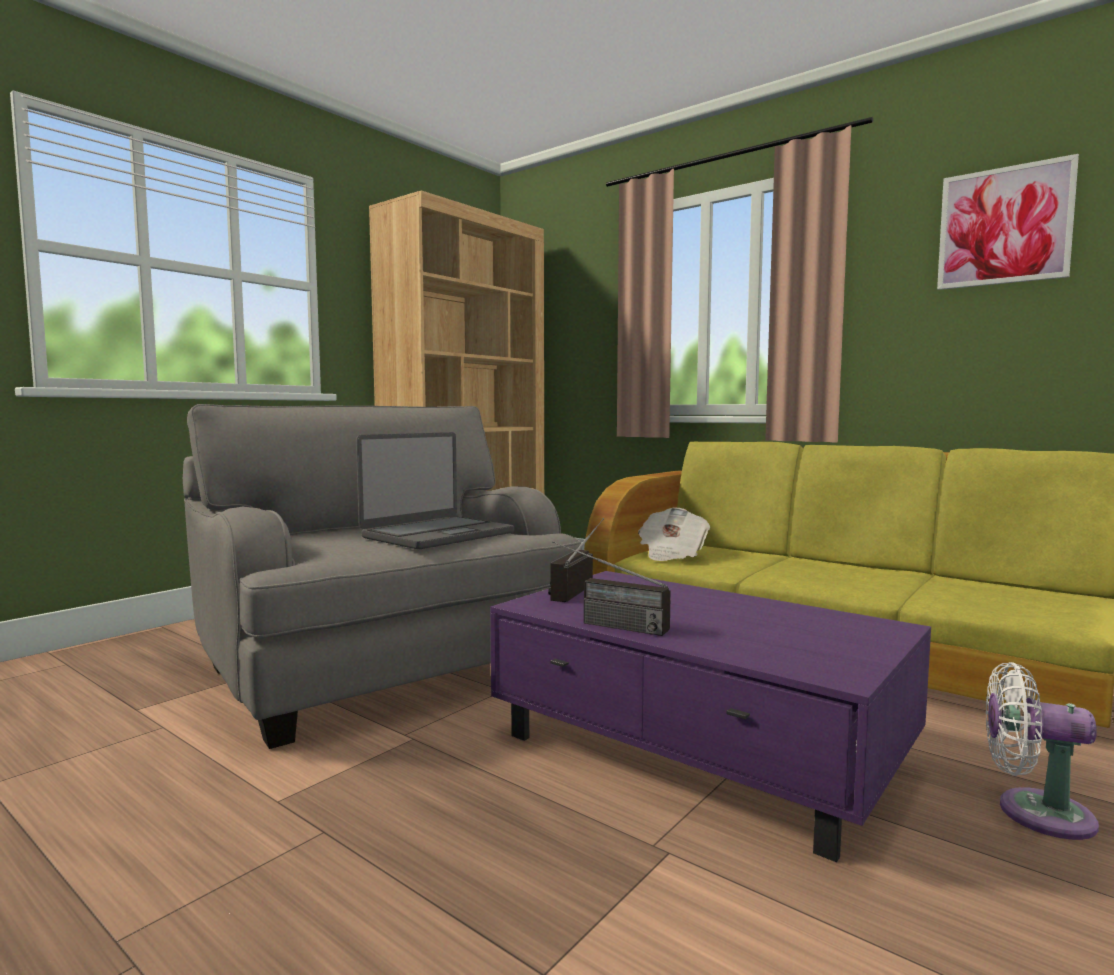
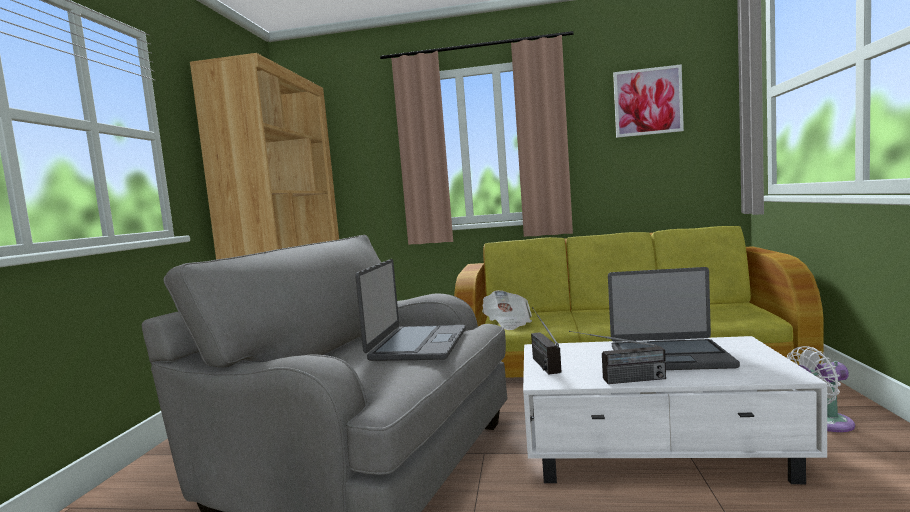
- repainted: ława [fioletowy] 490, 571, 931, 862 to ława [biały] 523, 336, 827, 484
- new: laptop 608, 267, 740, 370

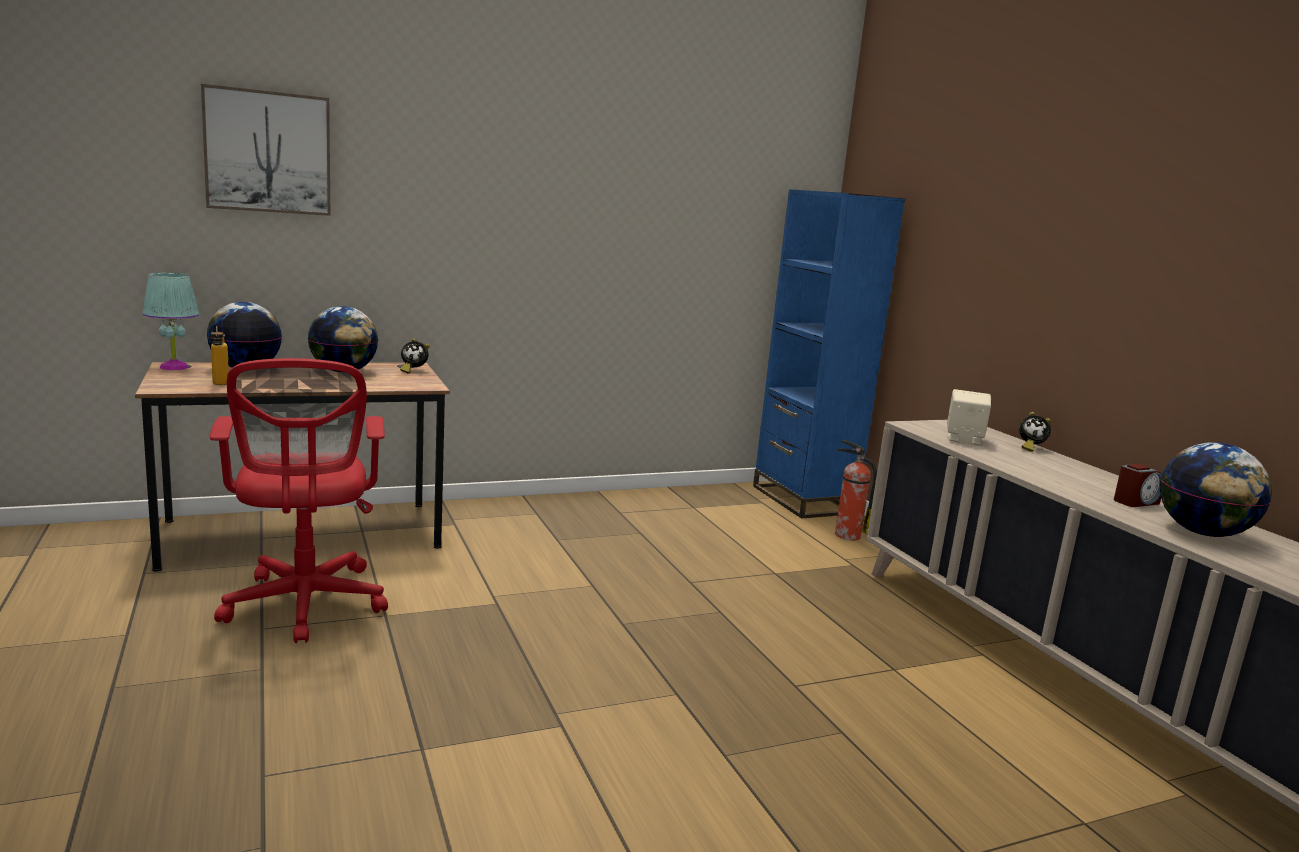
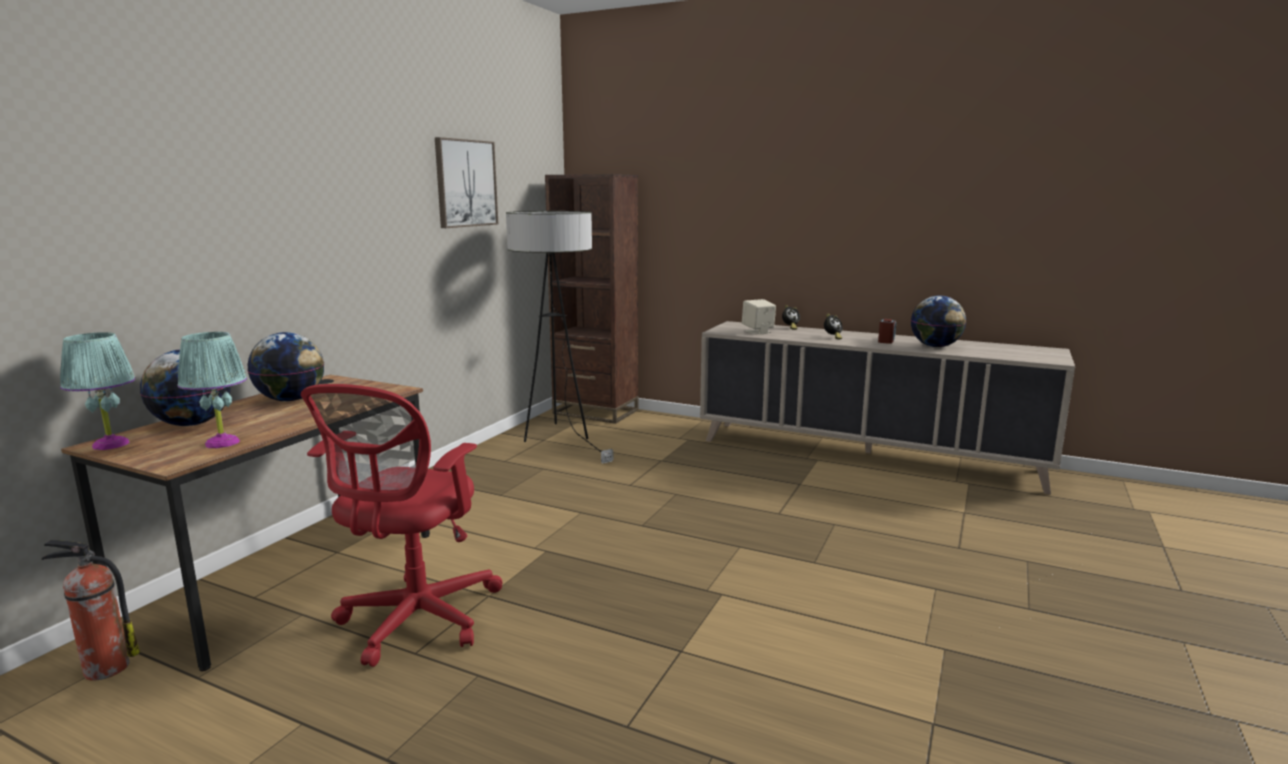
- shifted: obraz 201, 84, 330, 216 to 435, 137, 498, 228
- rotated: krzesło biurowe [czerwony] 210, 358, 388, 643 = 301, 384, 503, 667 75 degrees clockwise
- swapped: butelka 211, 326, 229, 385 to lampa stołowa [turkusowy] 178, 332, 247, 448
- shifted: budzik 400, 338, 430, 374 to 824, 313, 843, 340
- repainted: regał [niebieski] 753, 189, 905, 519 to regał [brązowy] 545, 174, 639, 424
- shifted: gaśnica 835, 440, 877, 540 to 41, 540, 140, 681
- new: lampa stojąca 506, 211, 613, 463

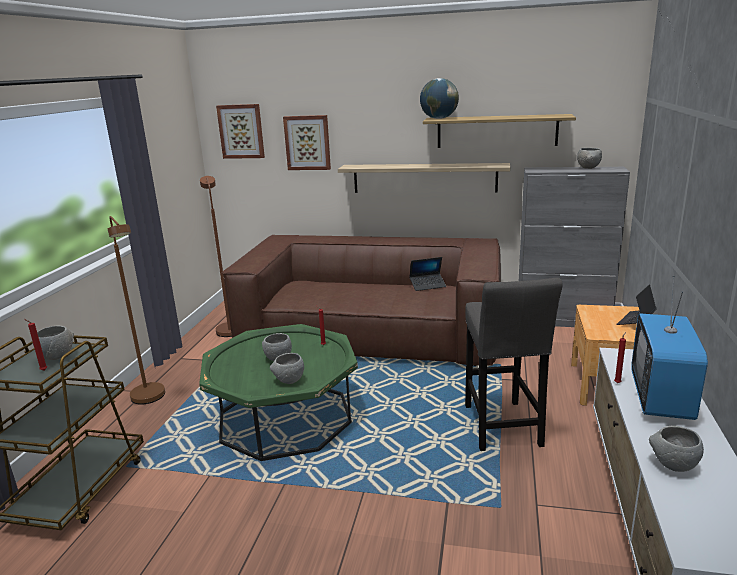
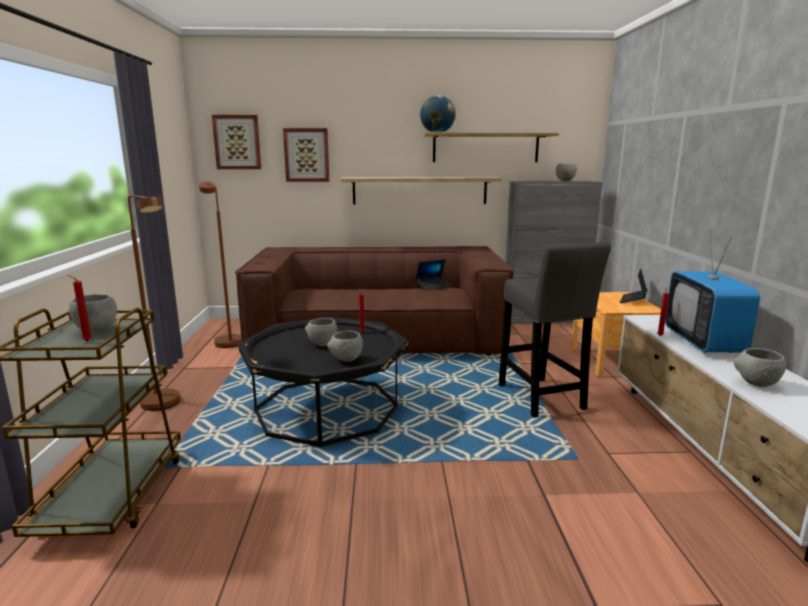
- repainted: ława [zielony] 199, 324, 358, 461 to ława [czarny] 238, 317, 408, 447

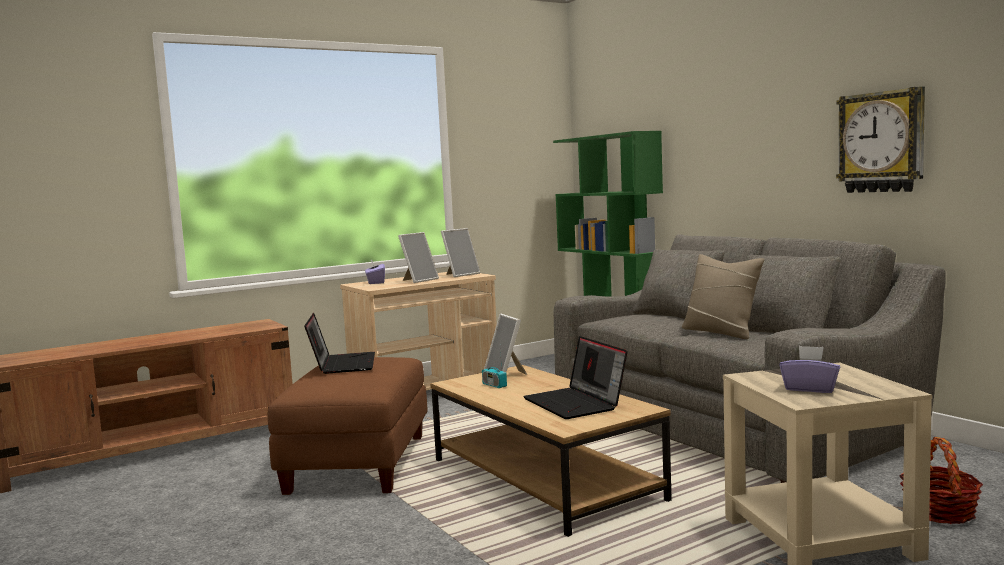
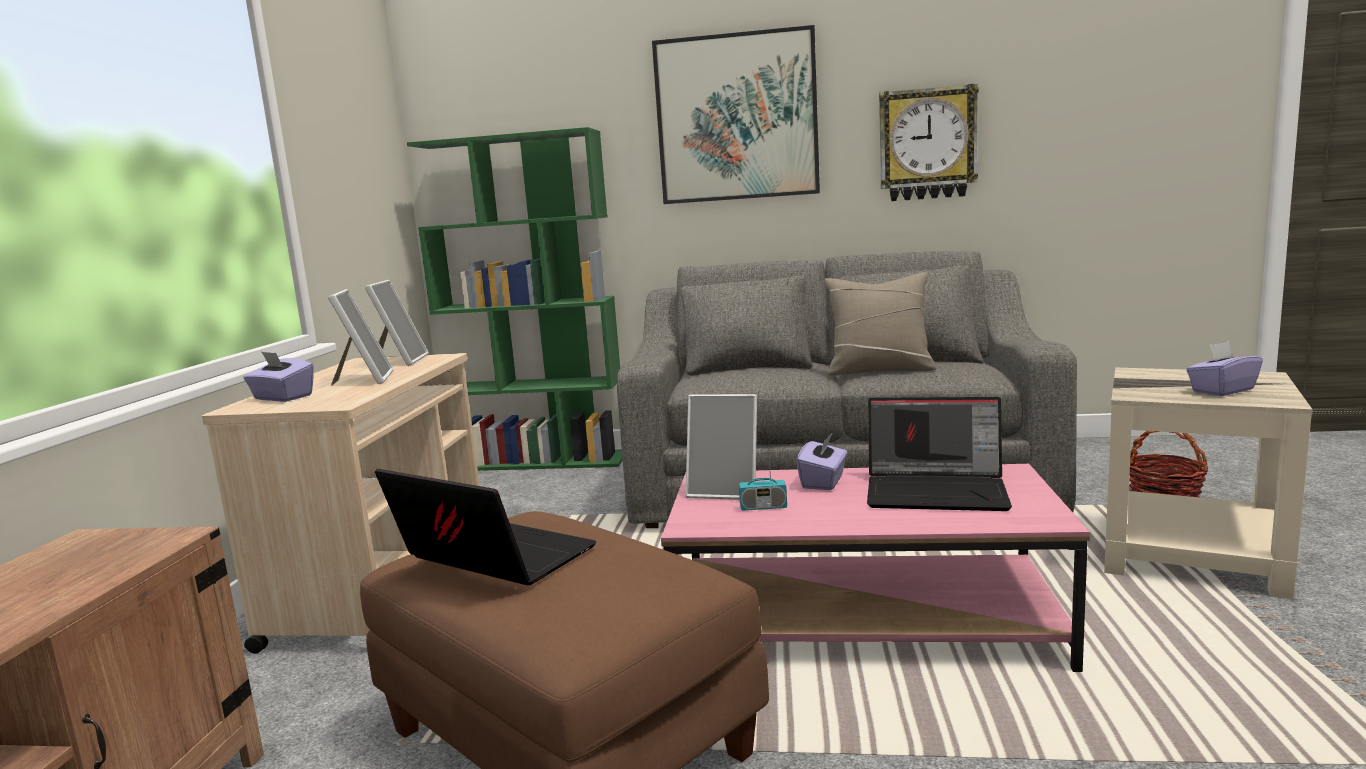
- repainted: ława [brązowy] 430, 365, 672, 537 to ława [różowy] 661, 464, 1090, 672
- new: obraz 652, 25, 820, 204
- new: pudełko chusteczek [fioletowy] 797, 434, 847, 490

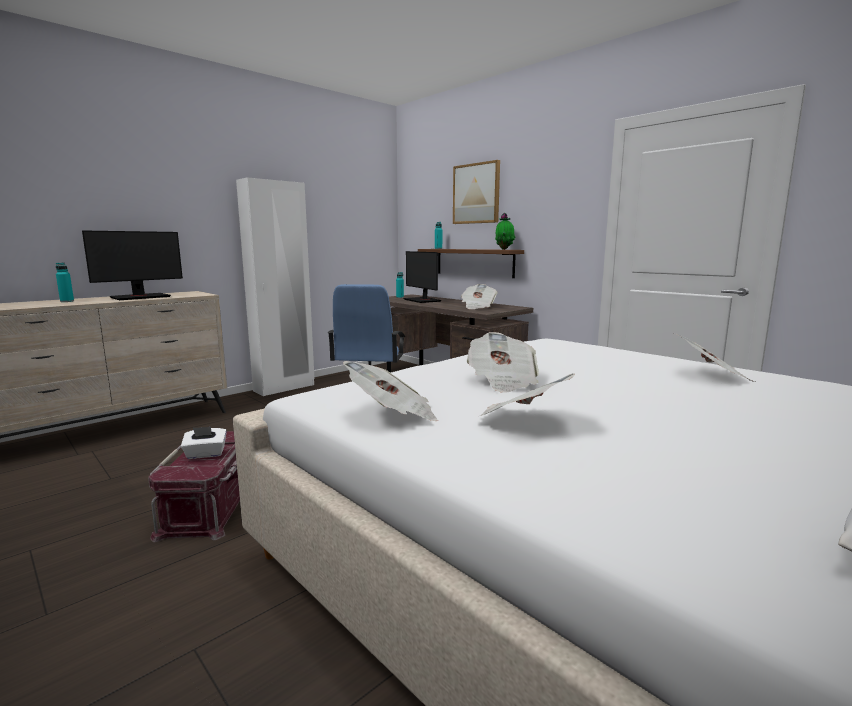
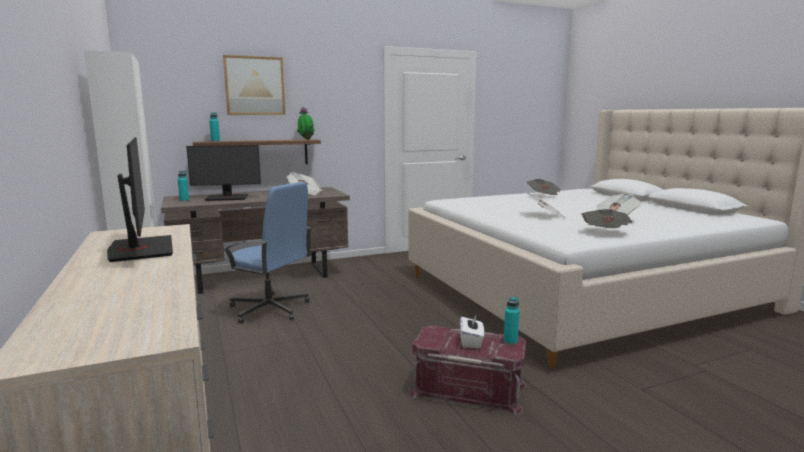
- shifted: butelka [turkusowy] 56, 263, 74, 302 to 504, 297, 519, 345

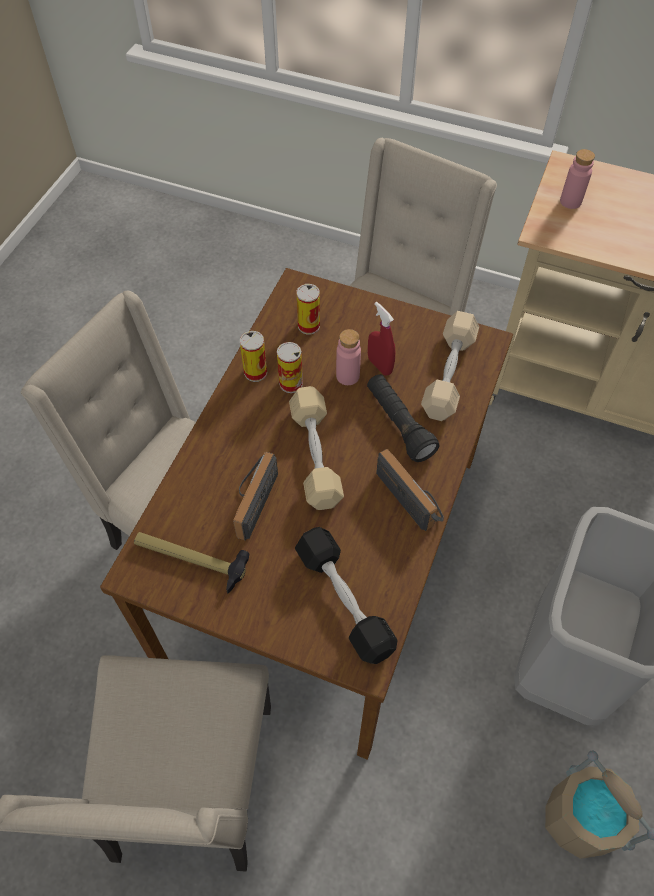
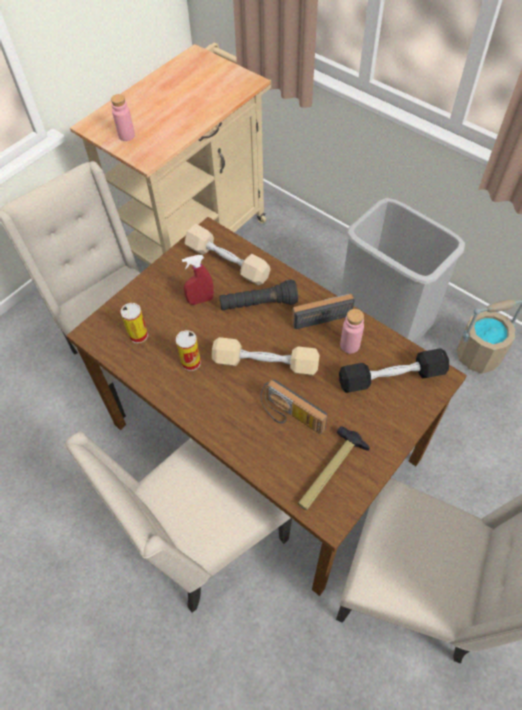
- gone: puszka 240, 331, 267, 382
- shifted: butelka [różowy] 336, 329, 361, 385 to 340, 309, 364, 354

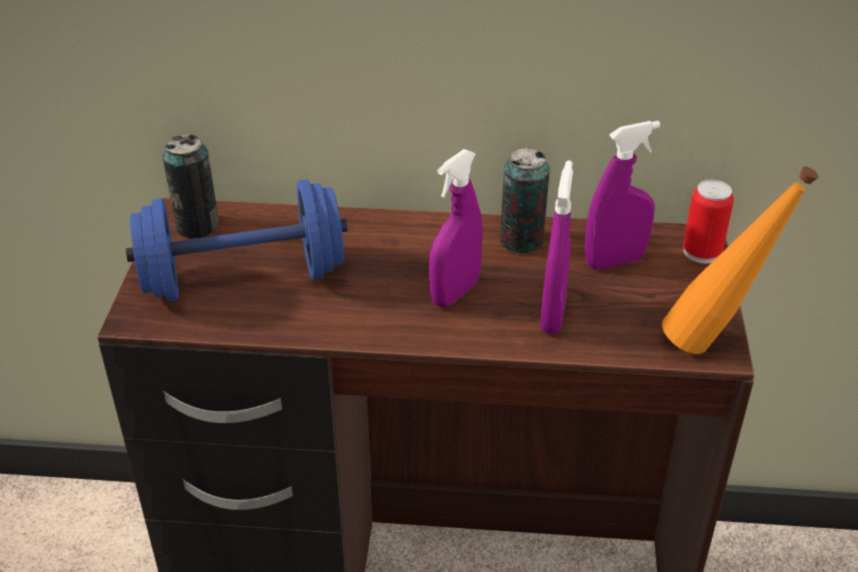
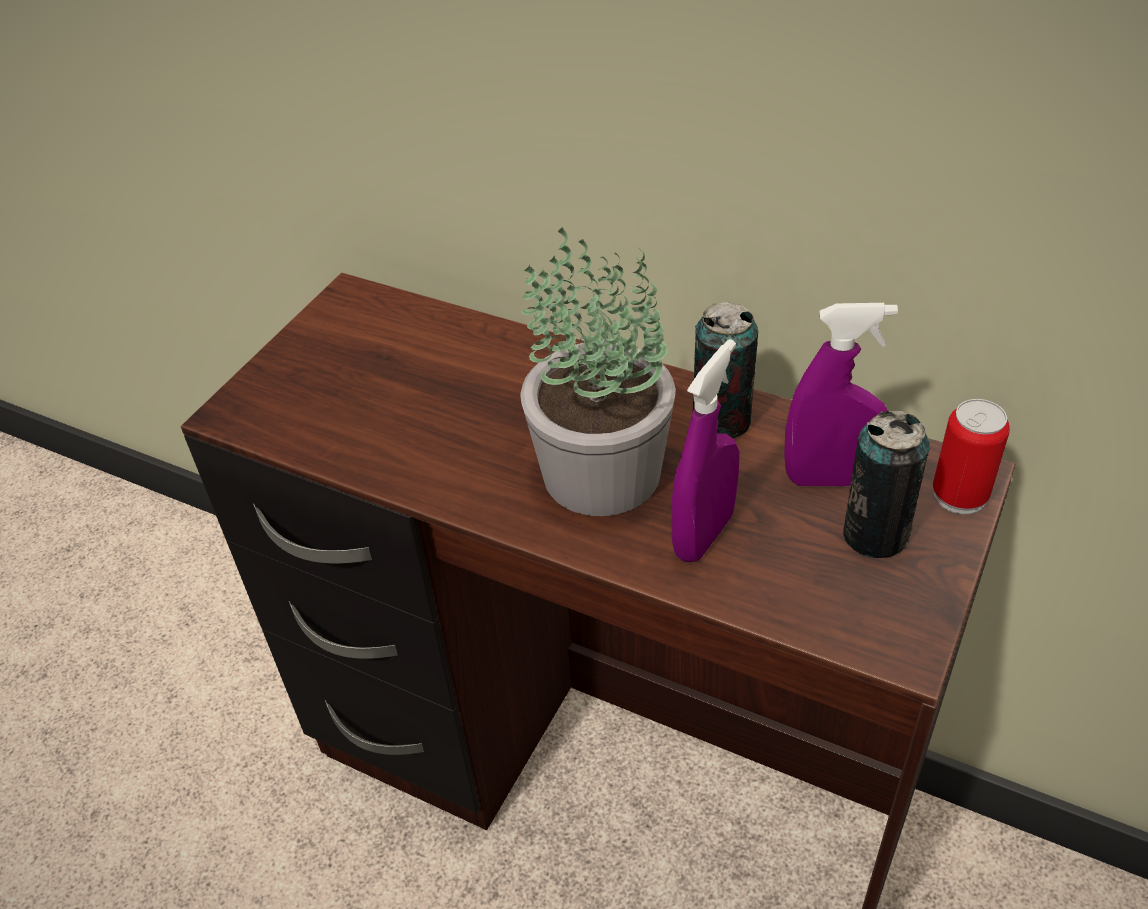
- gone: hantel [niebieski] 126, 179, 348, 301
- shifted: puszka 163, 134, 219, 239 to 843, 411, 931, 558
- swapped: spryskiwacz [fioletowy] 429, 149, 483, 307 to roślina doniczkowa 520, 227, 676, 516
- gone: butelka [pomarańczowy] 662, 167, 819, 354

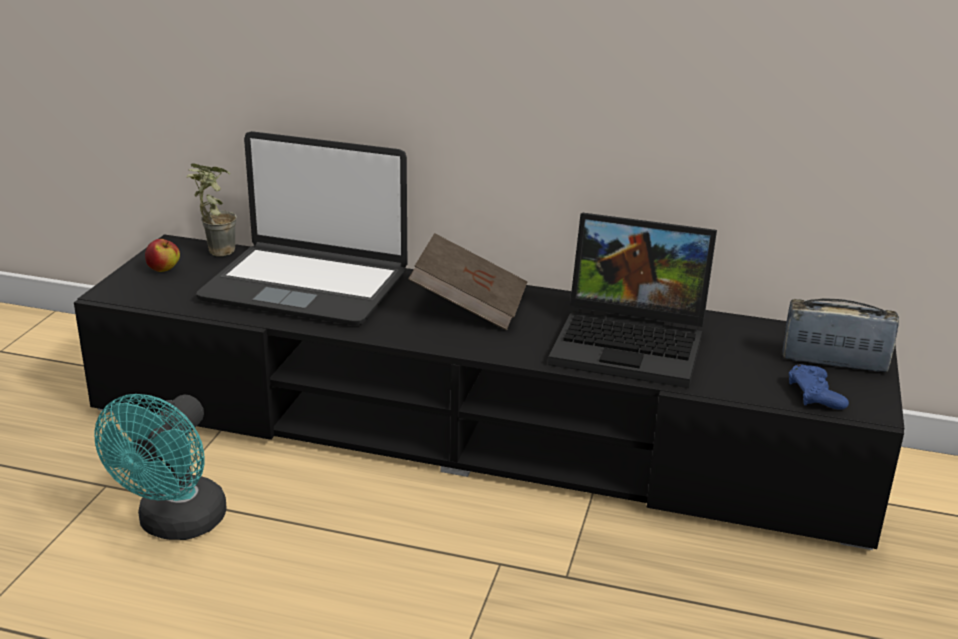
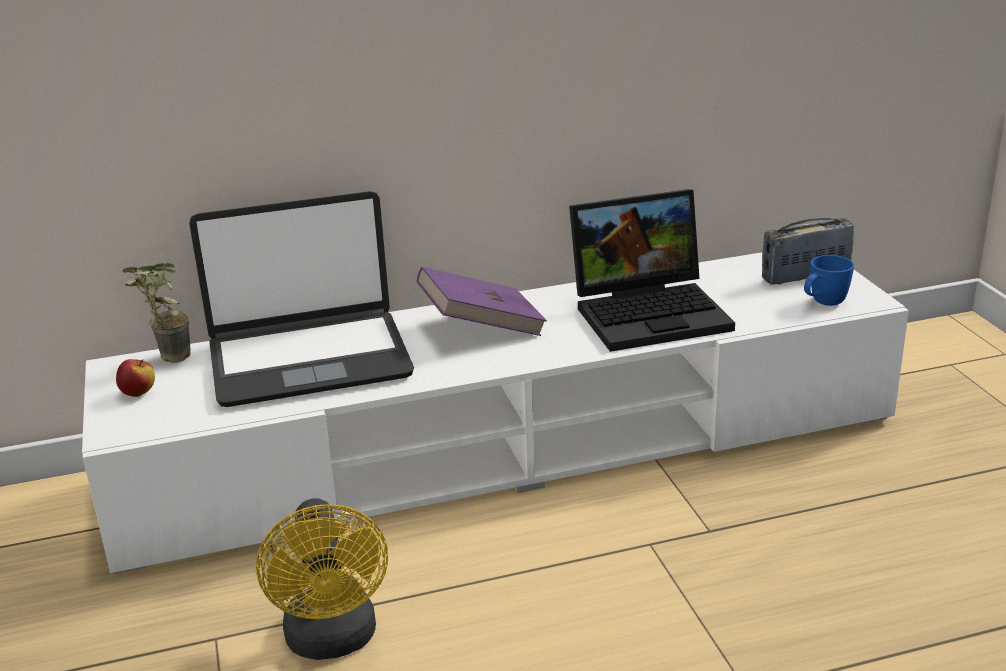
- repainted: szafka pod telewizor [czarny] 74, 234, 904, 550 to szafka pod telewizor [biały] 82, 252, 909, 574
- repainted: wentylator [turkusowy] 94, 394, 227, 540 to wentylator [żółty] 256, 498, 388, 660
- repainted: książka [brązowy] 408, 233, 527, 330 to książka [fioletowy] 417, 267, 547, 336
- swapped: pad do gier [niebieski] 789, 364, 849, 410 to kubek [niebieski] 804, 255, 854, 306

